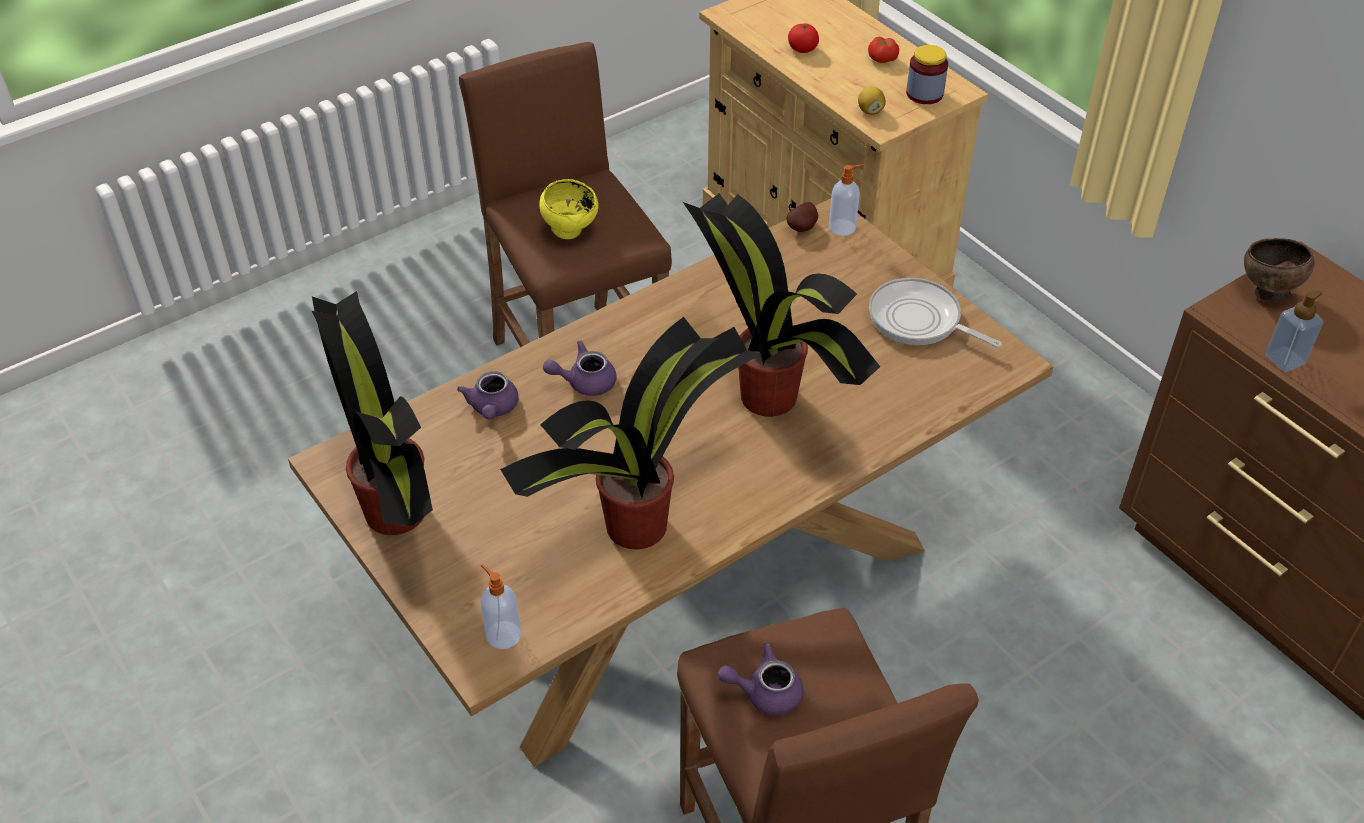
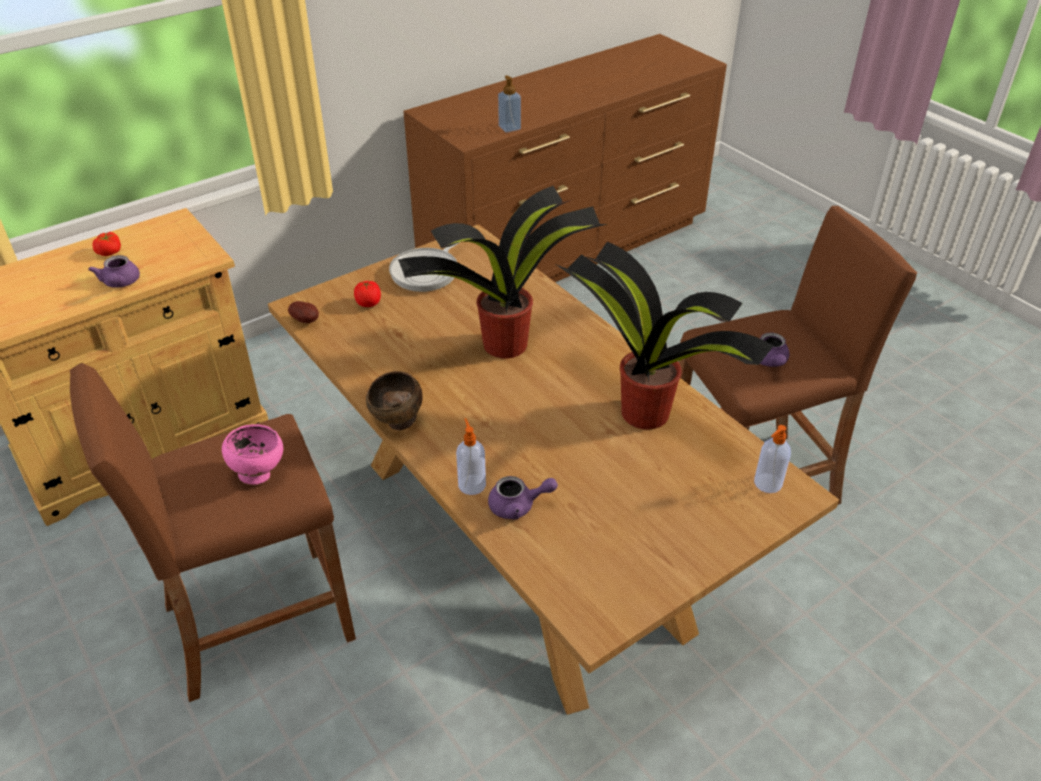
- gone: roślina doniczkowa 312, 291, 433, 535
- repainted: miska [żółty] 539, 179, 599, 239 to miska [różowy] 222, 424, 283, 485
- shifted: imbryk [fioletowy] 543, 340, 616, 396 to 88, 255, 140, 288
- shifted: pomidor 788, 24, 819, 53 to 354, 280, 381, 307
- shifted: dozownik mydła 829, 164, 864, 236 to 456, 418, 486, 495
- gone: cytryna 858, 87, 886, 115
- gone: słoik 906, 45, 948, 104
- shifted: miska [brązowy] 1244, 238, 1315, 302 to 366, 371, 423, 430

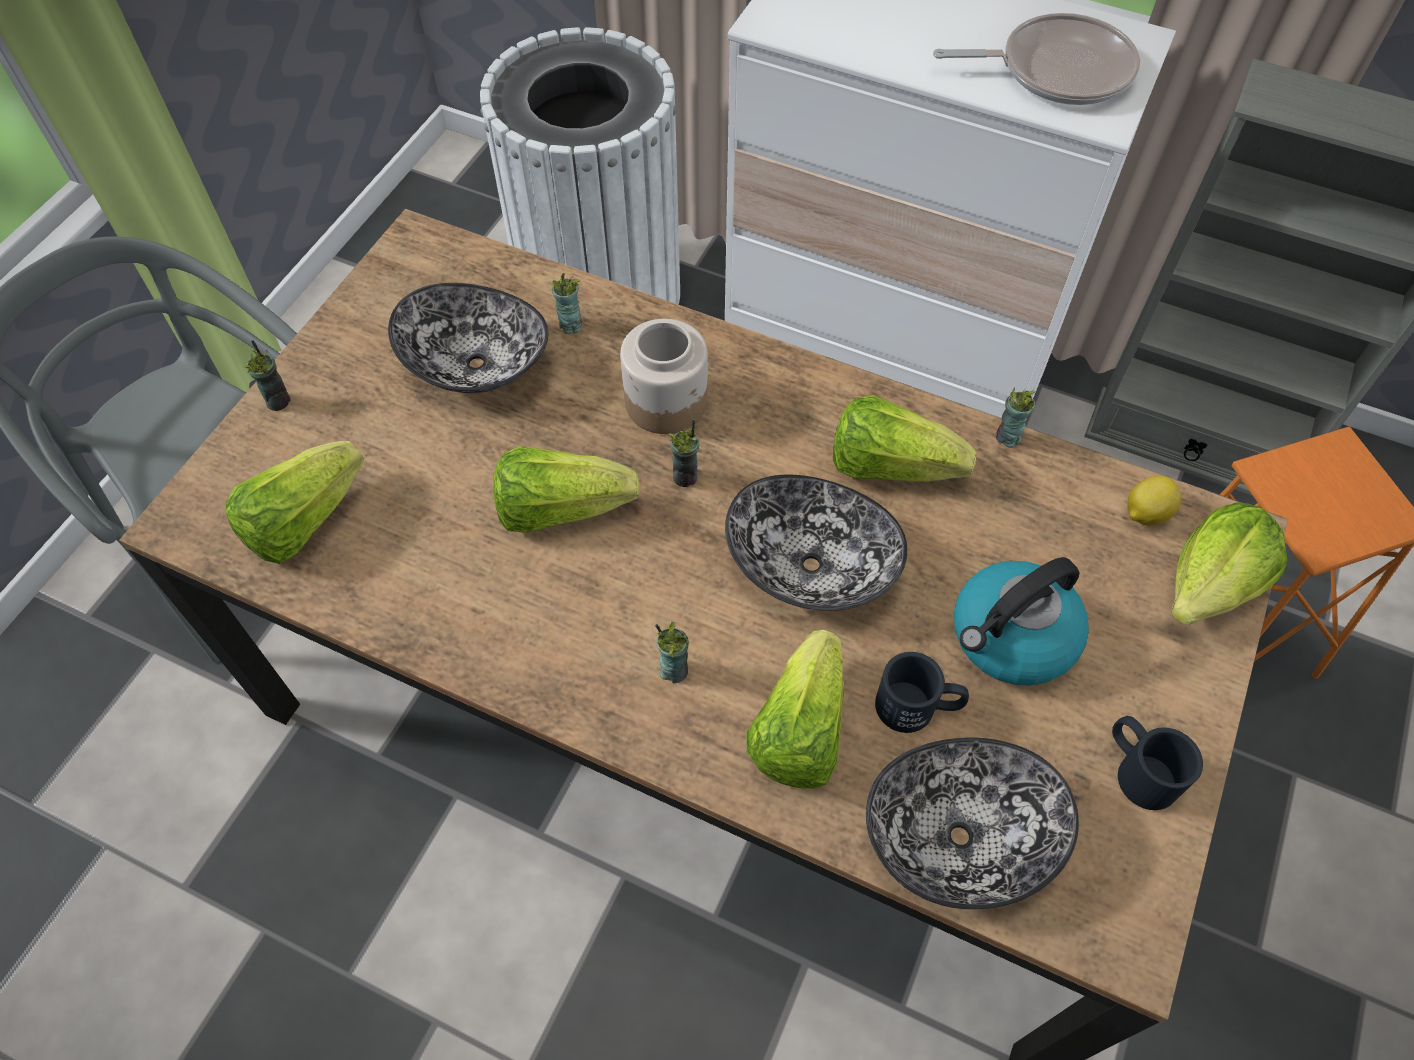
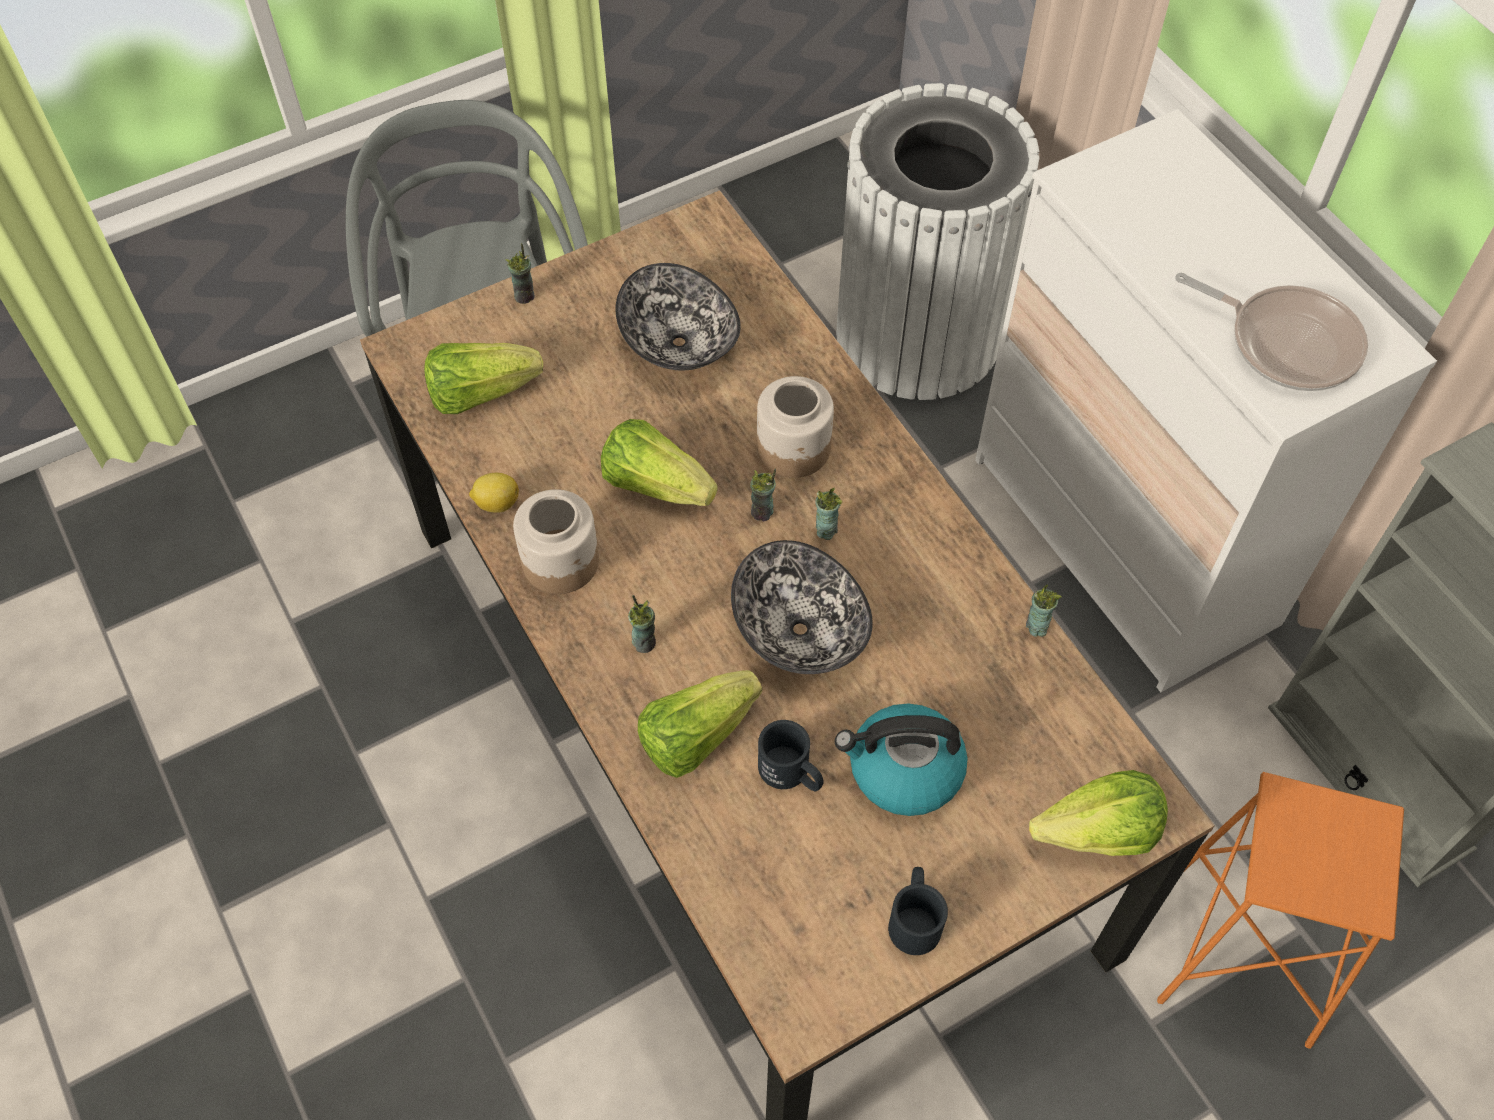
- shifted: filiżanka 552, 273, 582, 334 to 815, 488, 842, 540
- gone: sałata 833, 395, 976, 482
- gone: miska 866, 738, 1079, 910
- shifted: cytryna 1127, 476, 1181, 525 to 469, 473, 519, 513
- new: słoik 513, 489, 599, 594

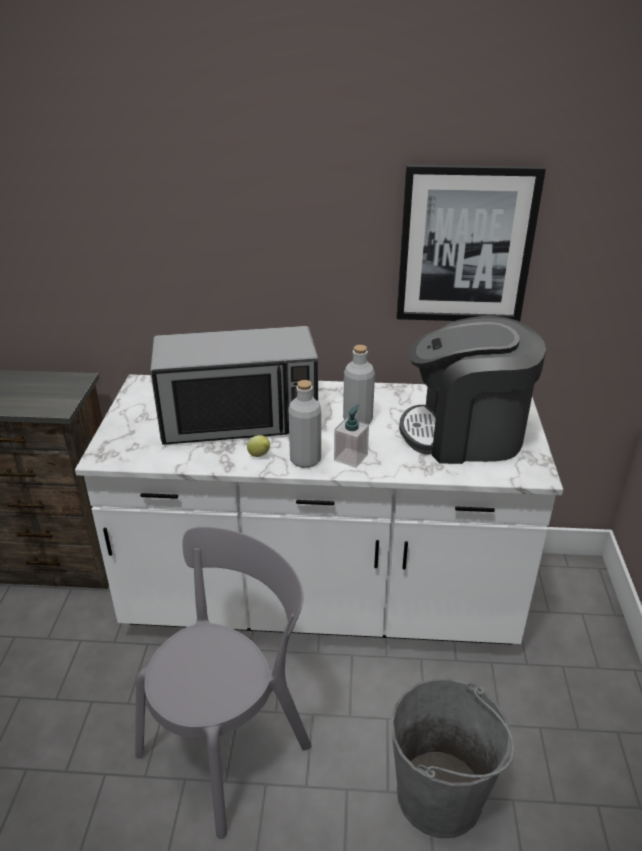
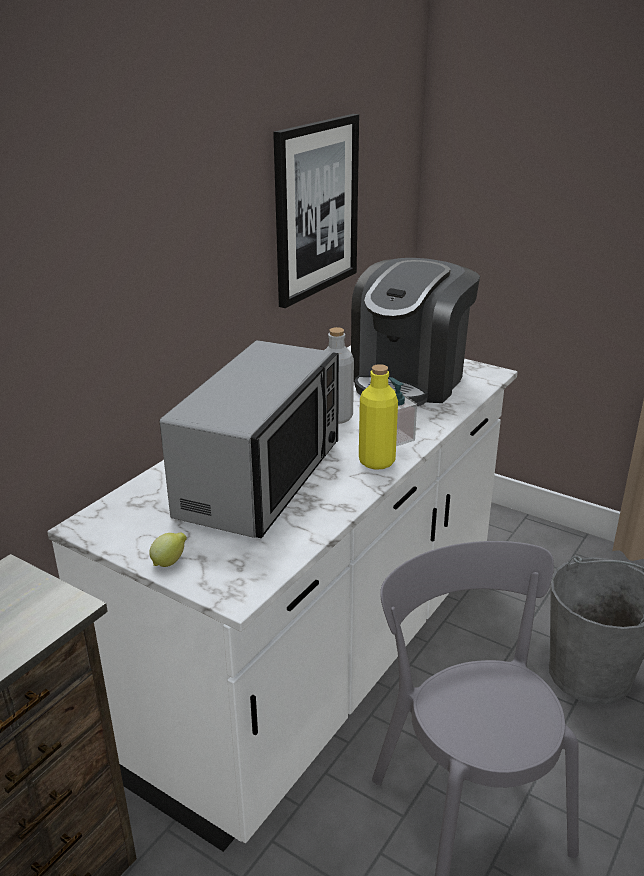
- shifted: cytryna 247, 435, 270, 457 to 149, 532, 187, 567
- repainted: butelka [szary] 288, 380, 321, 468 to butelka [żółty] 359, 364, 398, 470

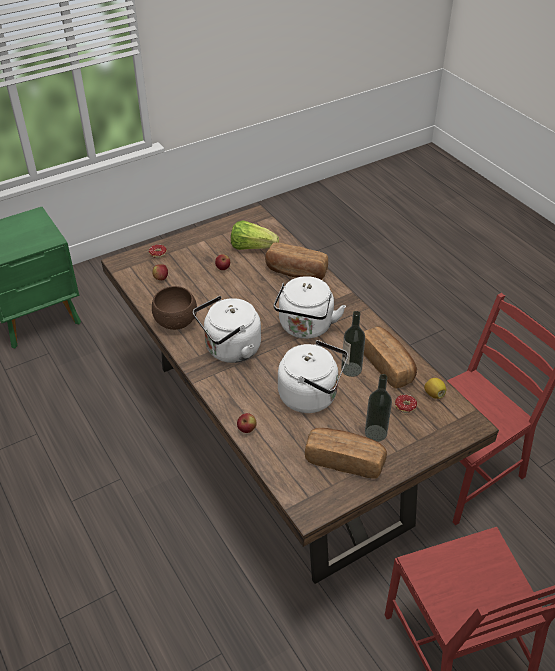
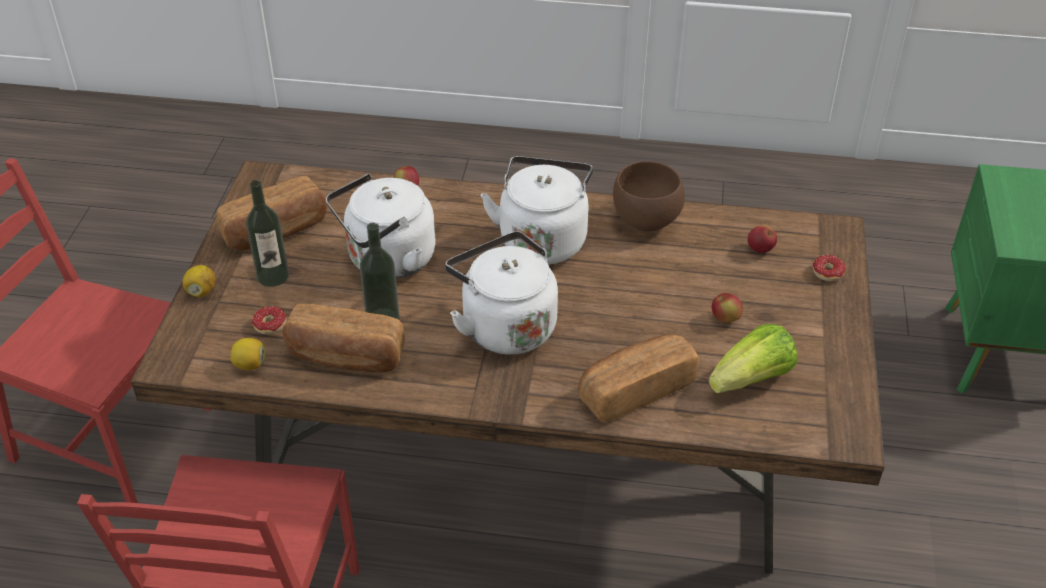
- new: cytryna 182, 265, 215, 297

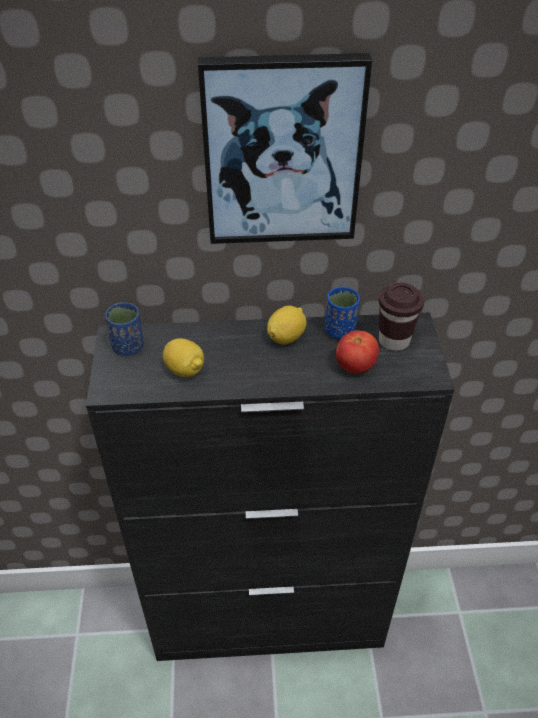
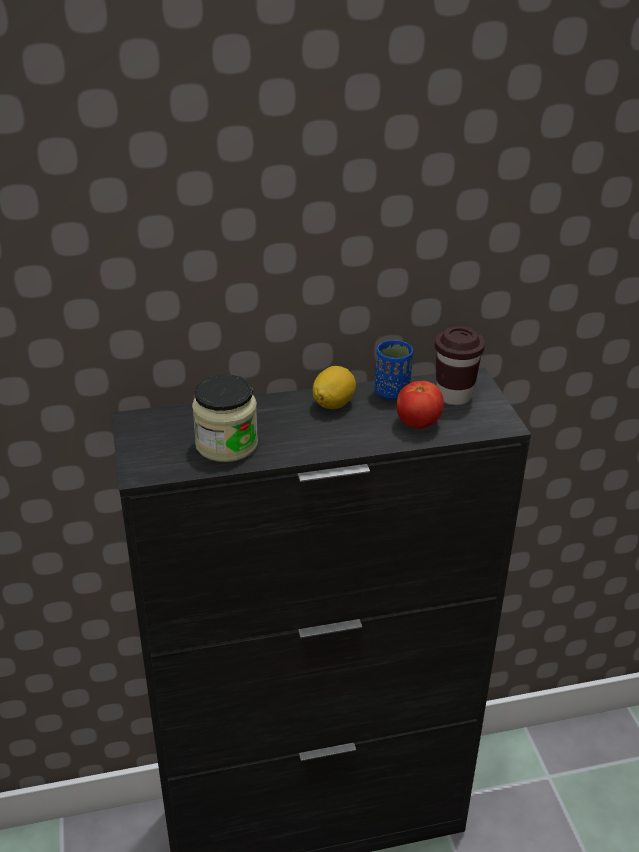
- gone: filiżanka [niebieski] 105, 303, 144, 356
- swapped: cytryna 163, 339, 204, 377 to słoik 192, 375, 258, 462
- gone: obraz 198, 53, 372, 244

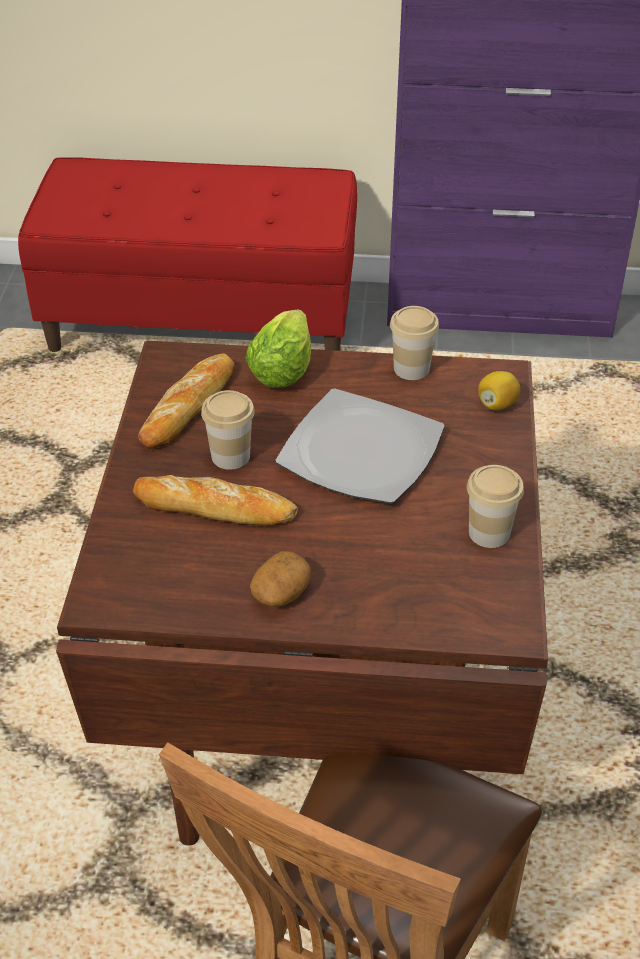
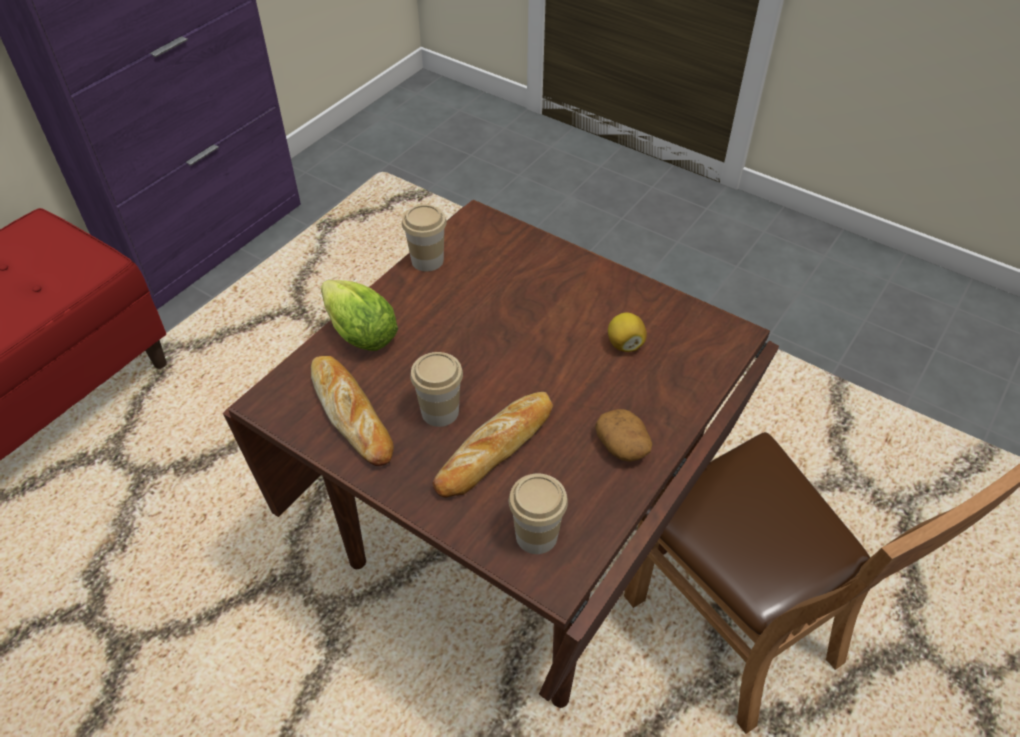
- gone: talerz 275, 388, 445, 504
- shifted: filiżanka 467, 465, 524, 548 to 509, 473, 568, 554
- shifted: cytryna 478, 371, 520, 410 to 608, 313, 647, 352

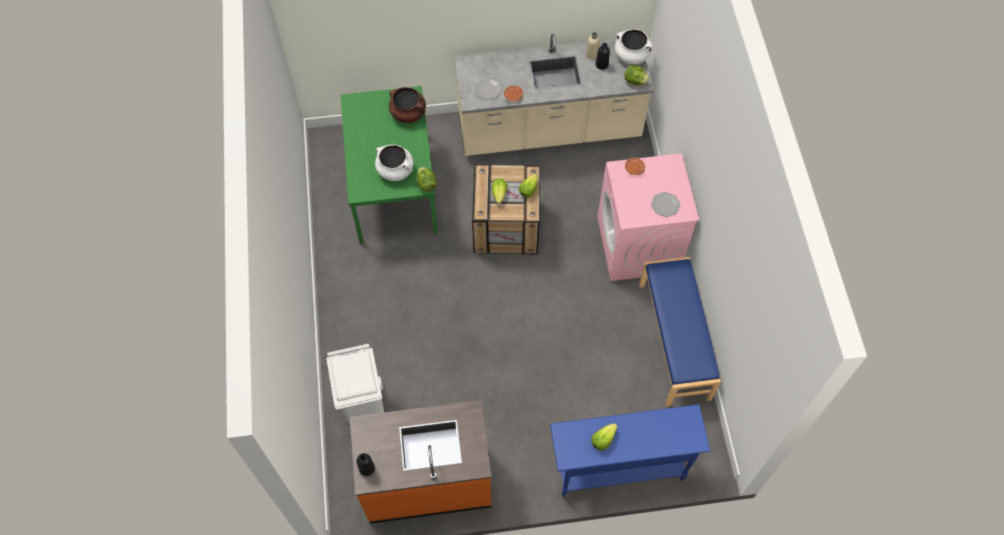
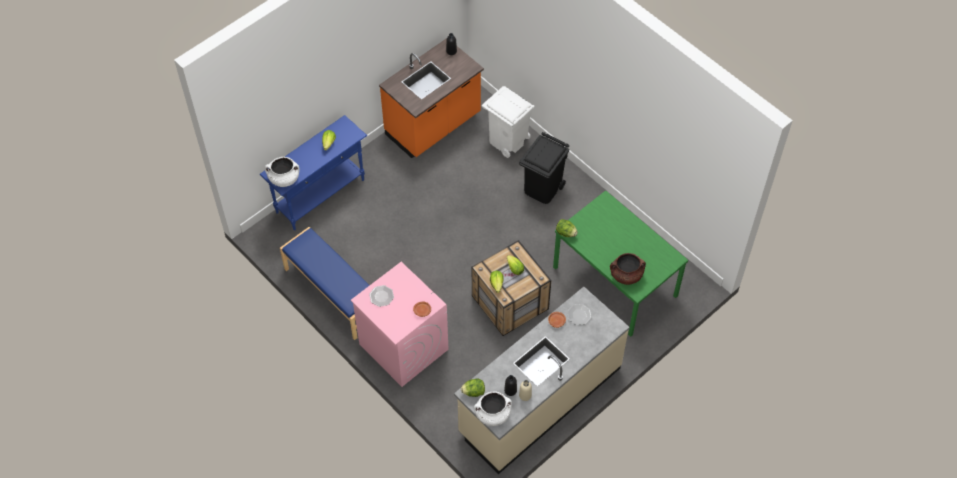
- shifted: garnek [biały] 375, 145, 413, 181 to 265, 157, 300, 187
- new: kosz na śmieci [czarny] 519, 132, 569, 204

